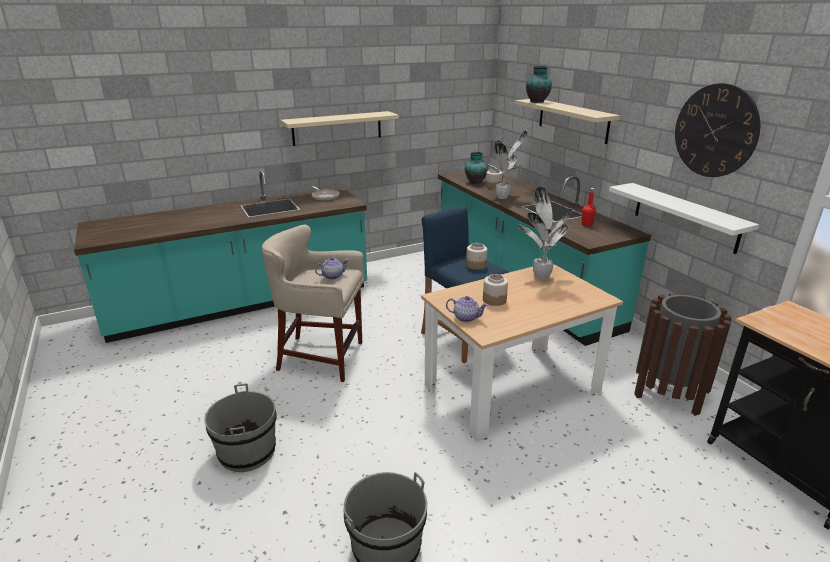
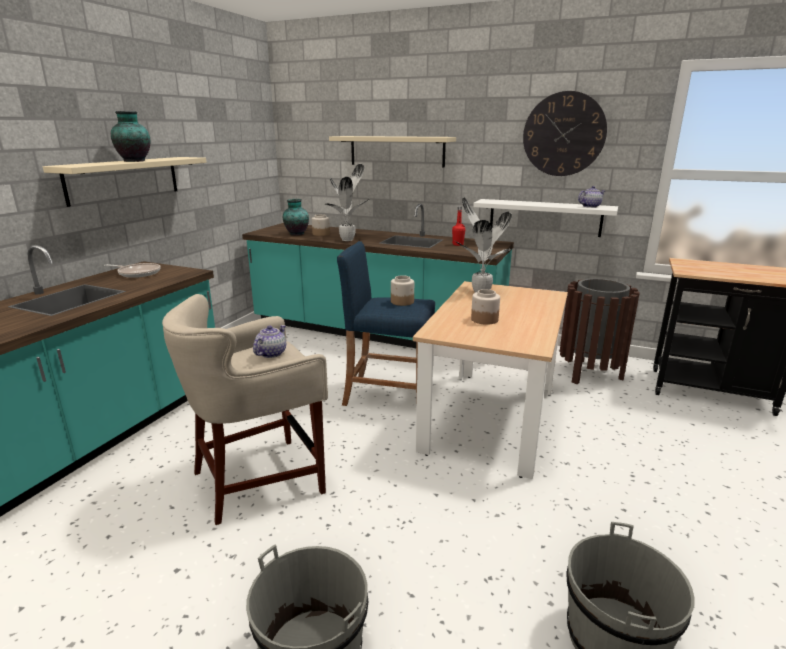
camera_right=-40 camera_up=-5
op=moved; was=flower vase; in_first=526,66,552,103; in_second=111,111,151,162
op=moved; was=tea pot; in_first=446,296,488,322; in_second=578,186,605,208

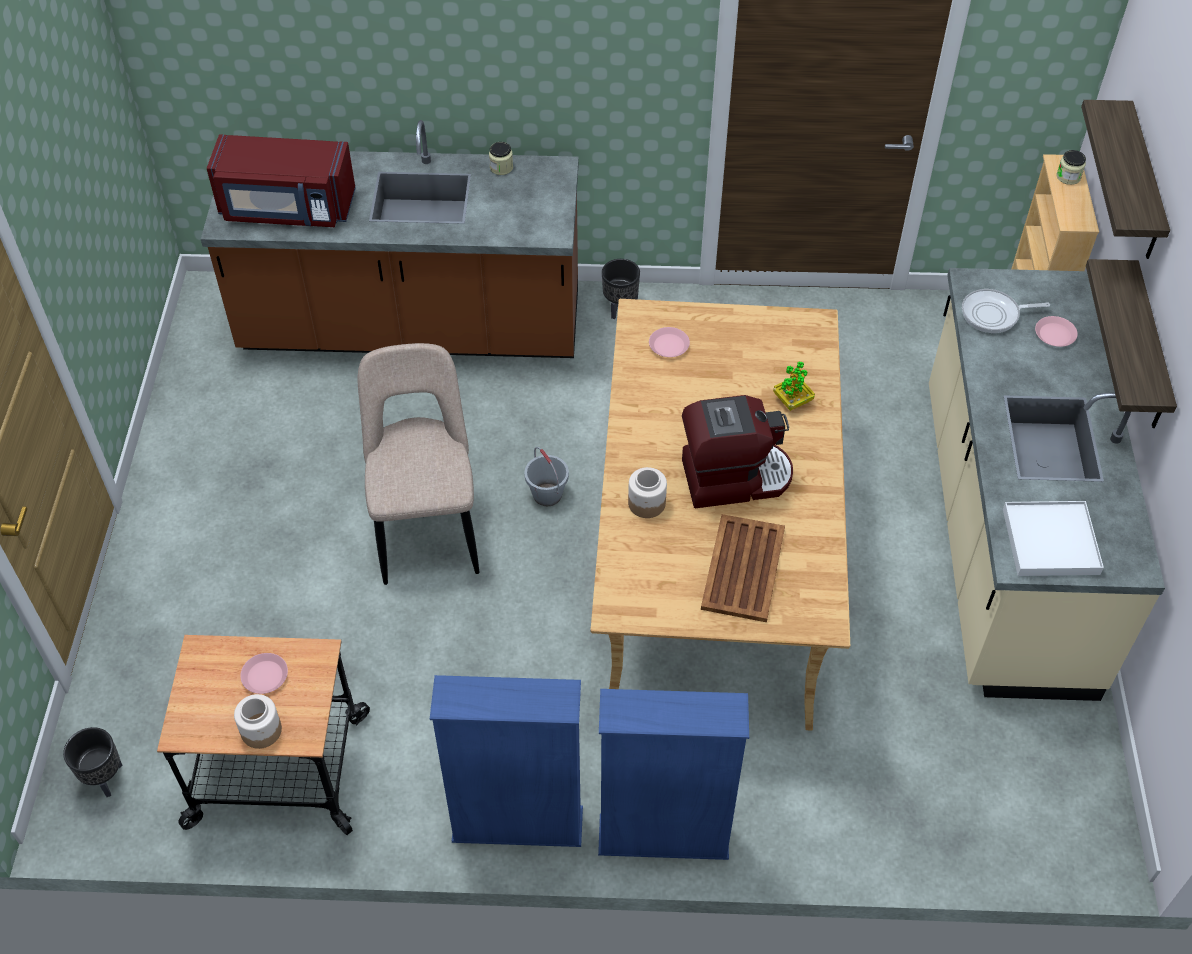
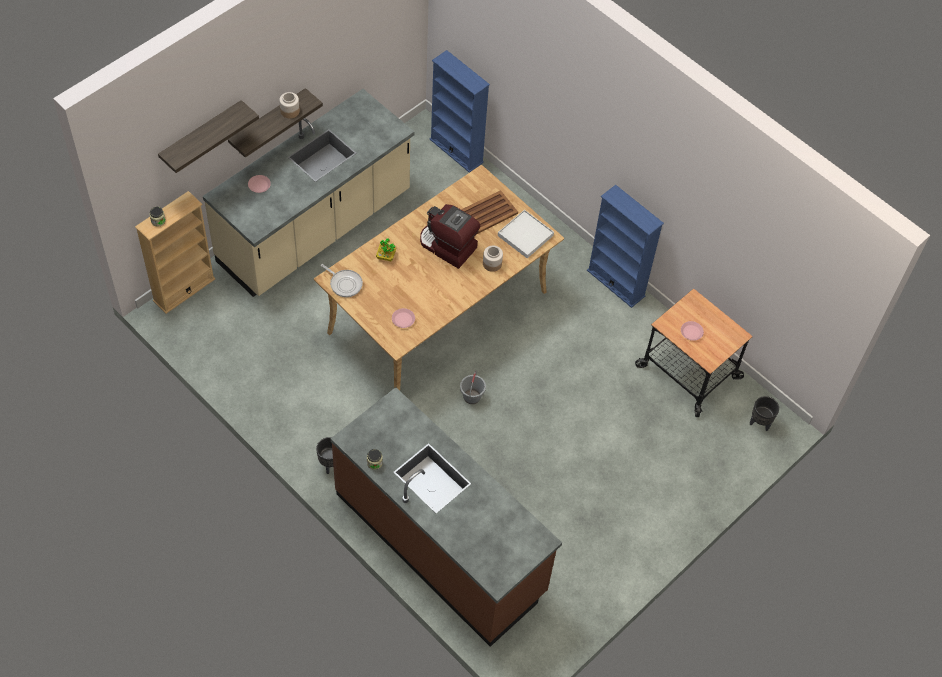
camera_right=-140 camera_up=5
op=moved; was=jar; in_first=234,694,282,749; in_second=279,92,300,118
op=moved; was=frying pan; in_first=962,289,1050,333; in_second=321,264,363,297
op=moved; was=blue bookshelf; in_first=598,689,749,860; in_second=429,50,490,173
op=moved; was=whitish serving tray; in_first=1003,501,1104,576; in_second=498,210,554,258
op=removed; was=reddish microwave oven; in_first=207,134,356,227
op=removed; was=beige-coloured plain chair; in_first=357,343,479,585

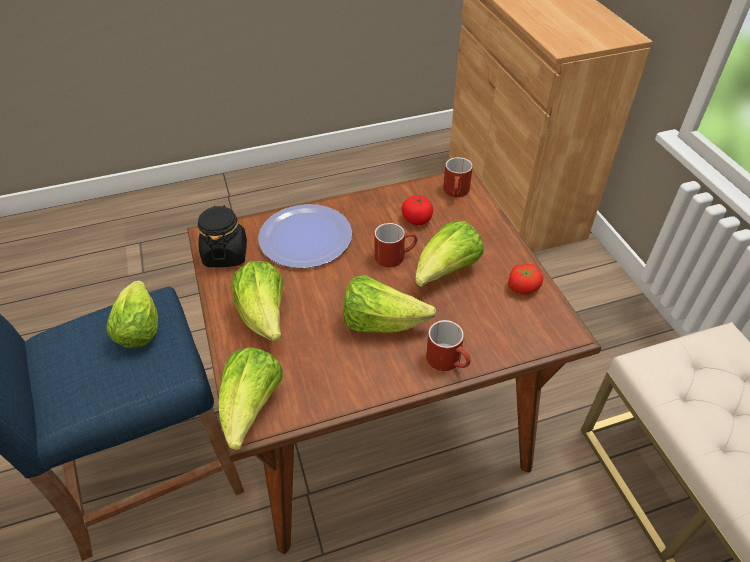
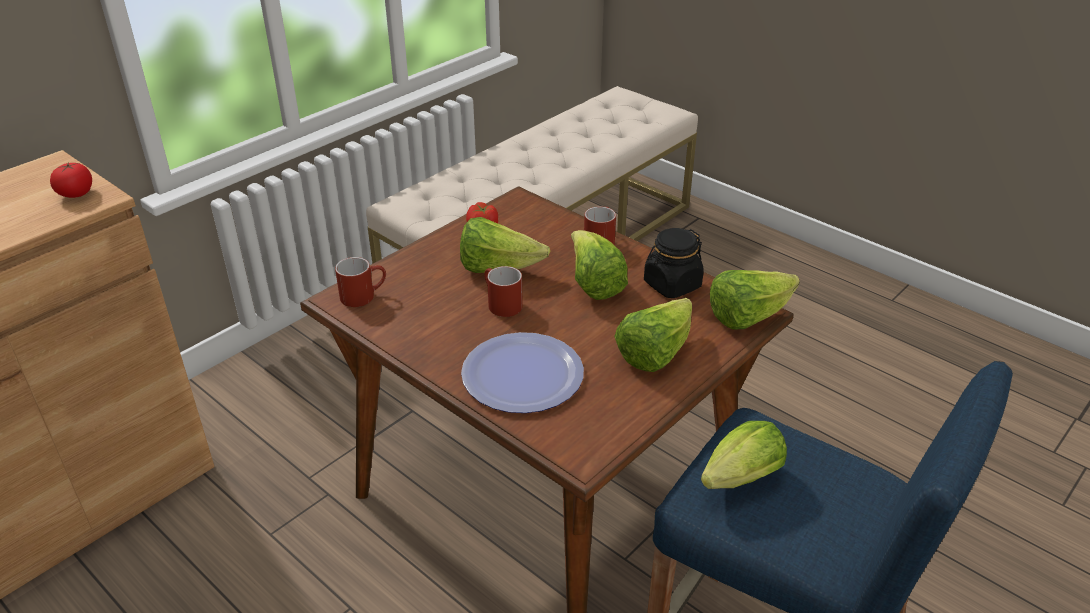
camera_right=-120 camera_up=-10
op=moved; was=tomato; in_first=402,195,433,225; in_second=50,162,92,198
op=moved; was=black jar; in_first=198,205,247,267; in_second=644,228,704,298

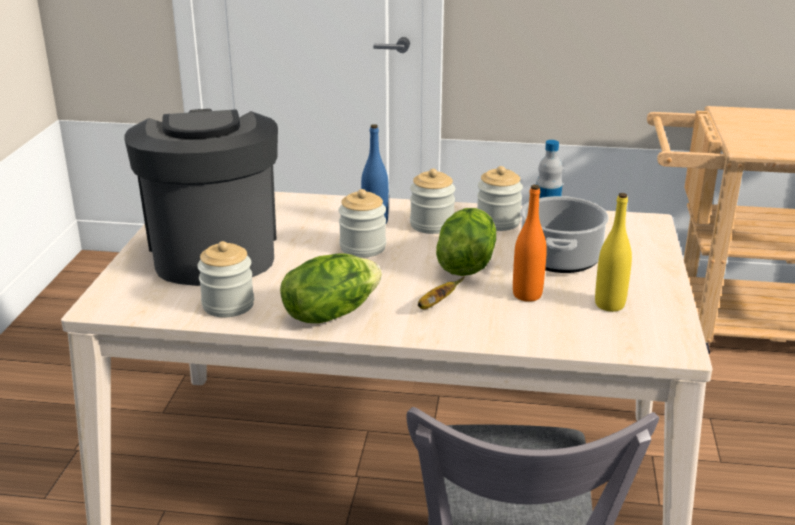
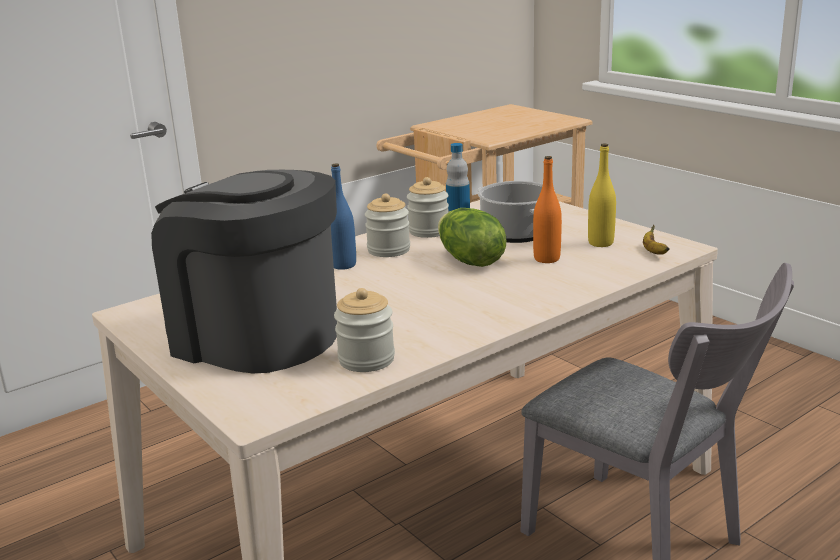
camera_right=-45 camera_up=-5
op=moved; was=banana fruit; in_first=418,277,464,309; in_second=643,224,670,255
op=removed; was=lettuce head; in_first=280,253,382,323
op=removed; was=jar; in_first=338,189,386,257

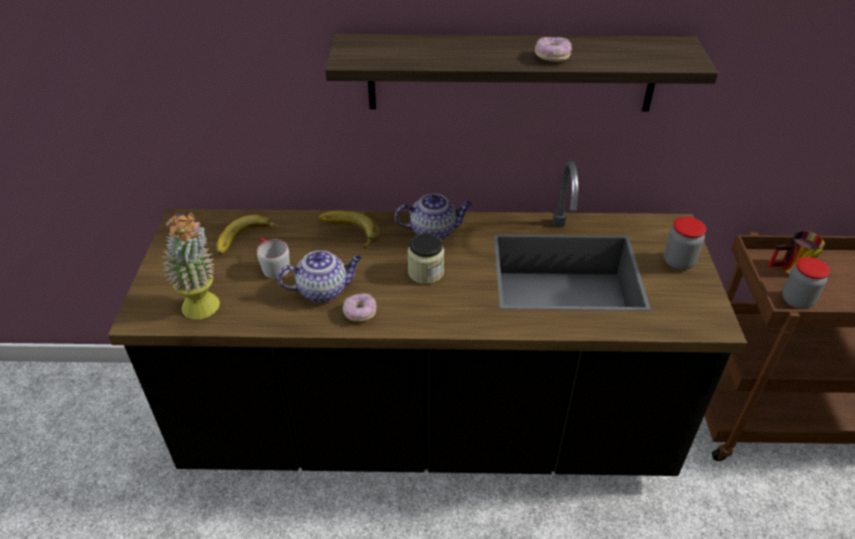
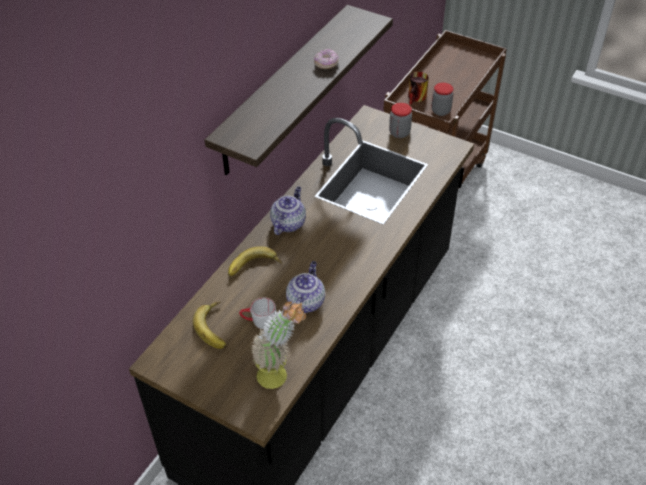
camera_right=-60 camera_up=5
op=removed; was=donut; in_first=343,293,377,322
op=removed; was=jar; in_first=407,233,444,284

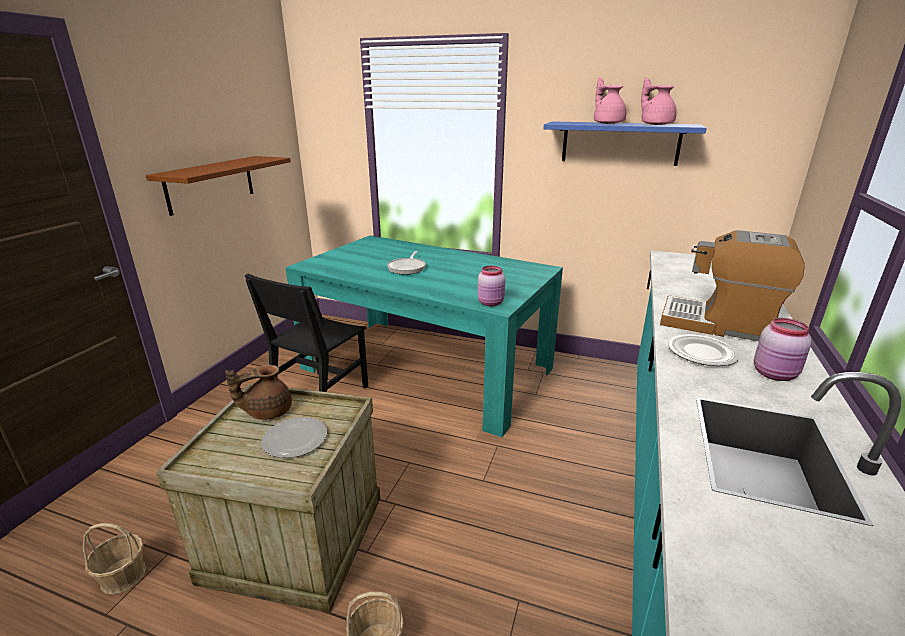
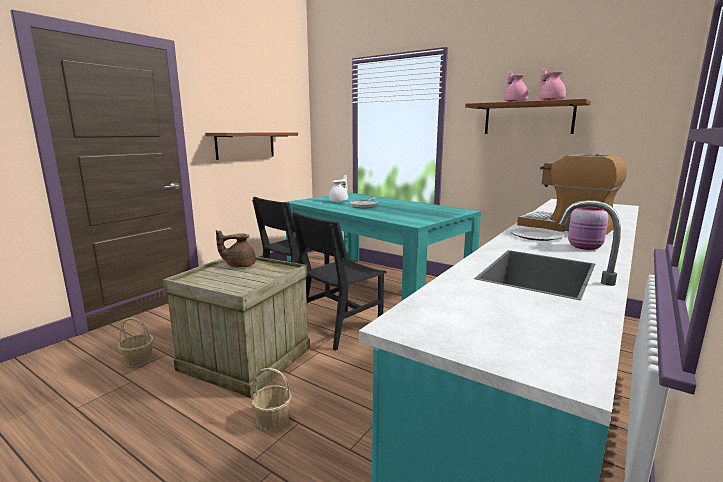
camera_right=15 camera_up=-10
op=added; now=black plain chair; in_second=292,212,386,351
op=added; now=whitish tea pot; in_second=329,175,348,202
op=recoloured; was=blue bracket shelf; now=brown bracket shelf; in_first=543,121,707,166; in_second=465,99,591,134
op=removed; was=plate; in_first=261,417,327,458
op=removed; was=pinkish jar; in_first=477,266,506,306

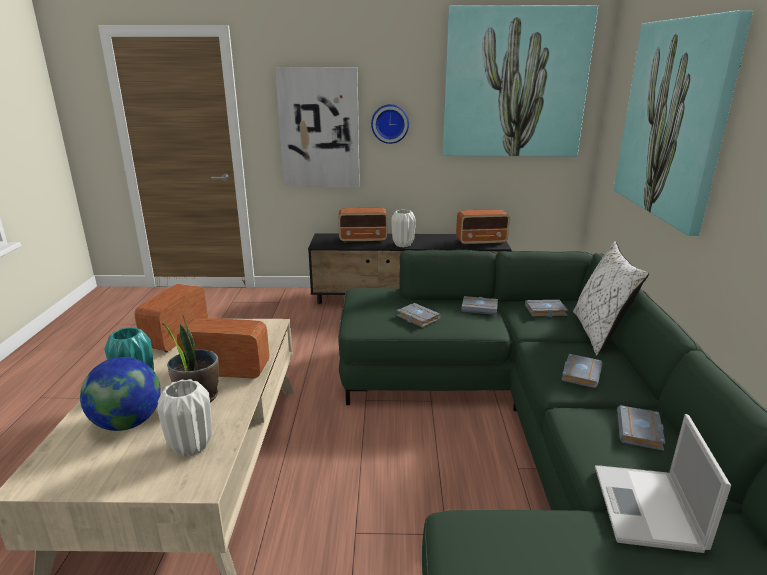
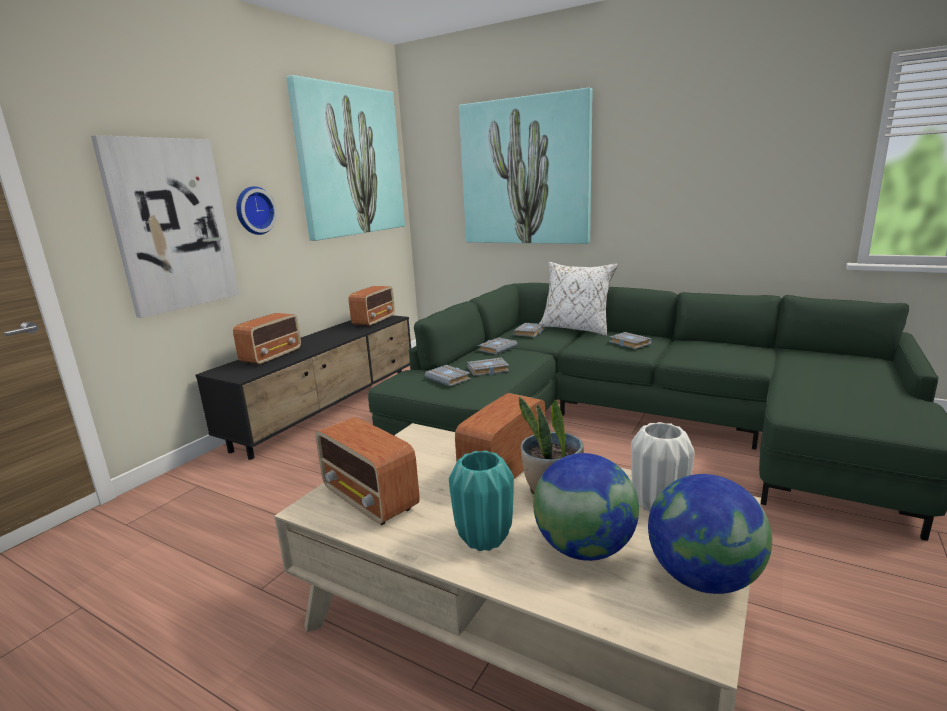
camera_right=-60 camera_up=-5
op=moved; was=gray bound book; in_first=617,405,665,451; in_second=425,365,471,386
op=added; now=globe; in_second=648,474,772,594
op=removed; was=whitish flower vase; in_first=391,210,416,247
op=removed; was=notebook computer; in_first=595,414,731,553

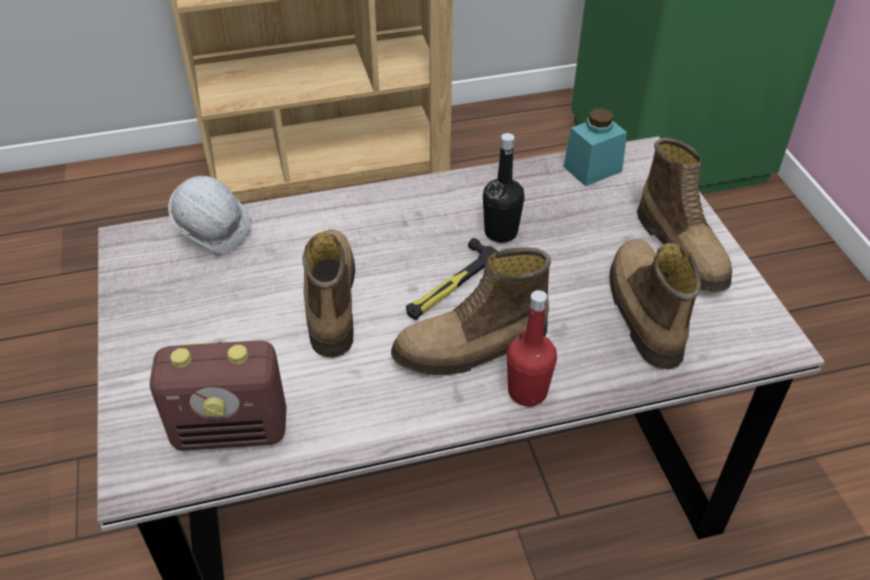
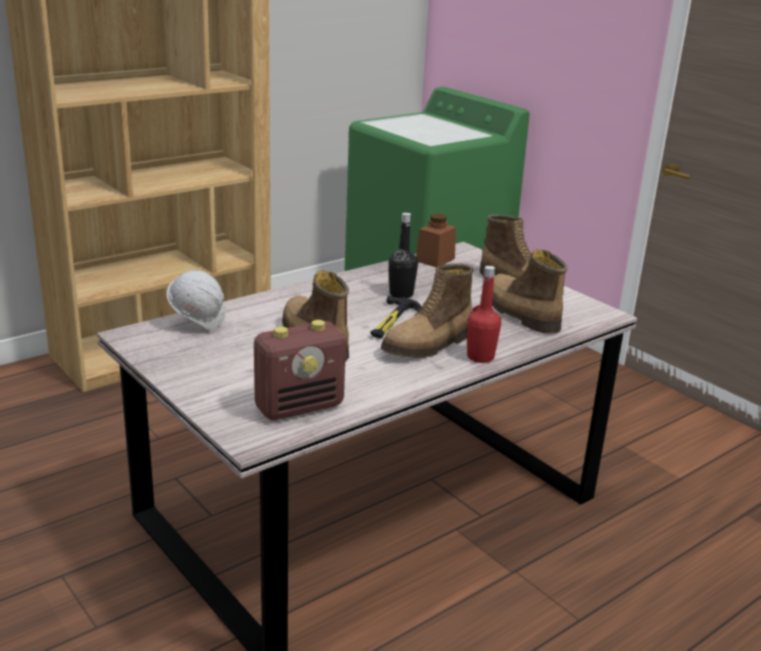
camera_right=-25 camera_up=-20
op=recoloured; was=turquoise jar; now=brown jar; in_first=563,108,627,186; in_second=416,213,456,268

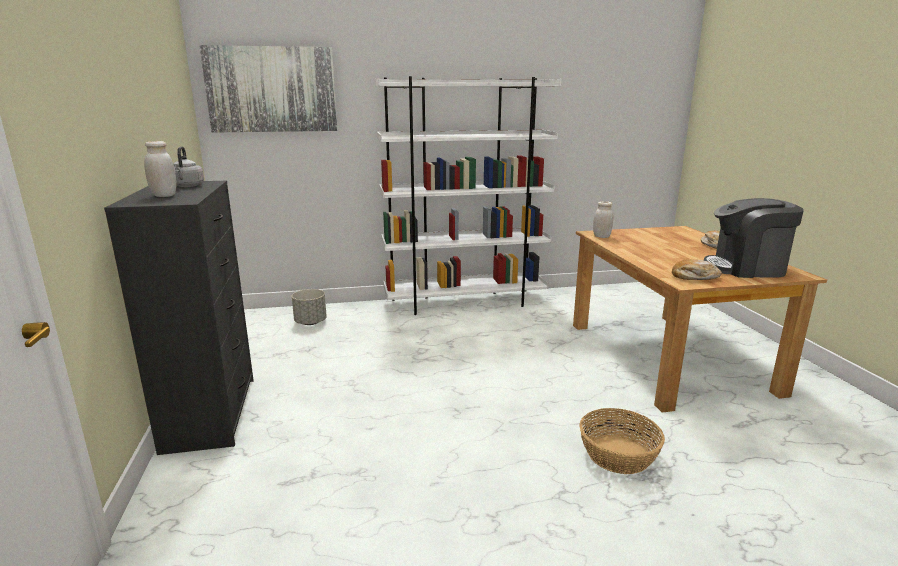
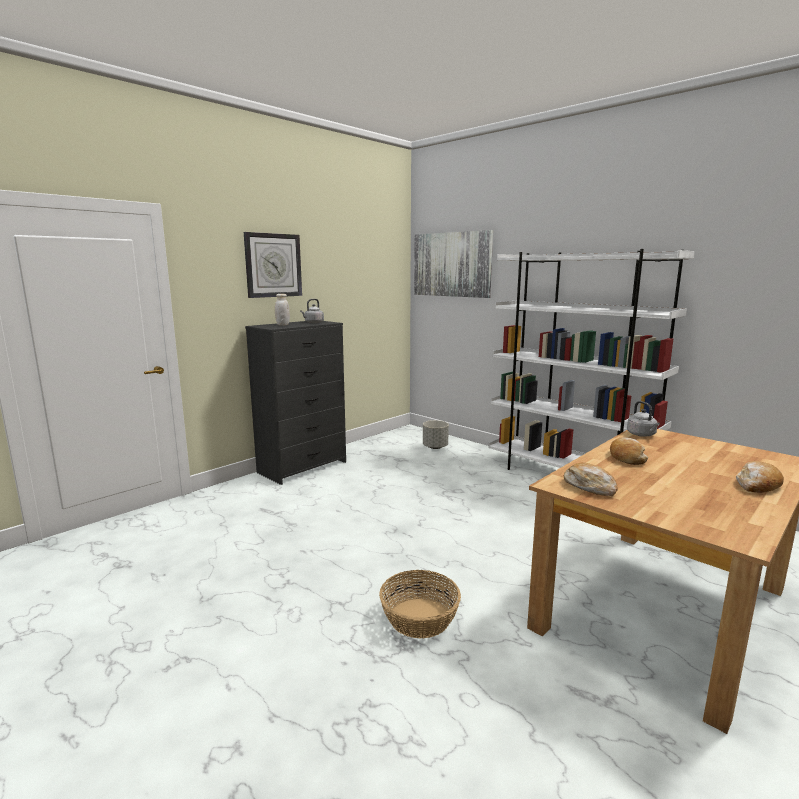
camera_right=55 camera_up=-5
op=added; now=wall clock; in_second=244,232,302,298
op=added; now=bakery bread; in_second=610,437,648,465
op=replaced; was=whitish jar; now=gray kettle; in_first=593,201,613,238; in_second=627,401,660,437
op=removed; was=coffee maker; in_first=704,198,804,278

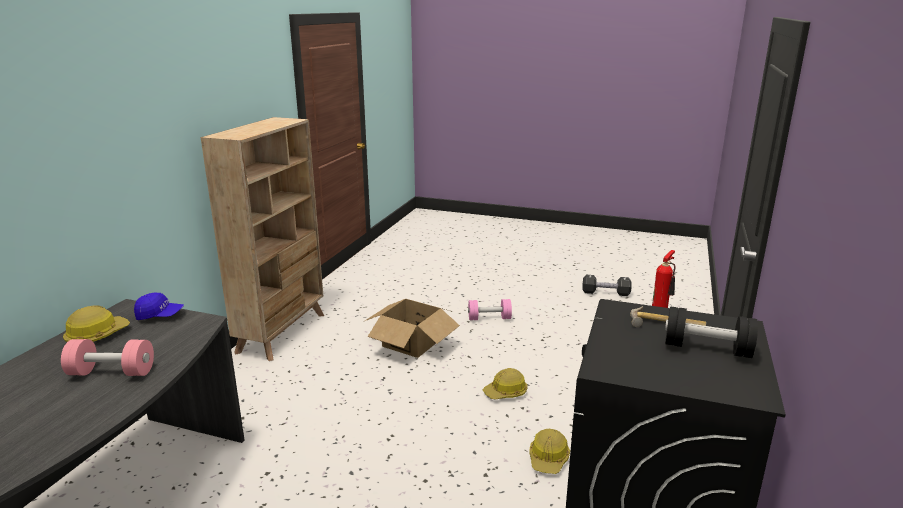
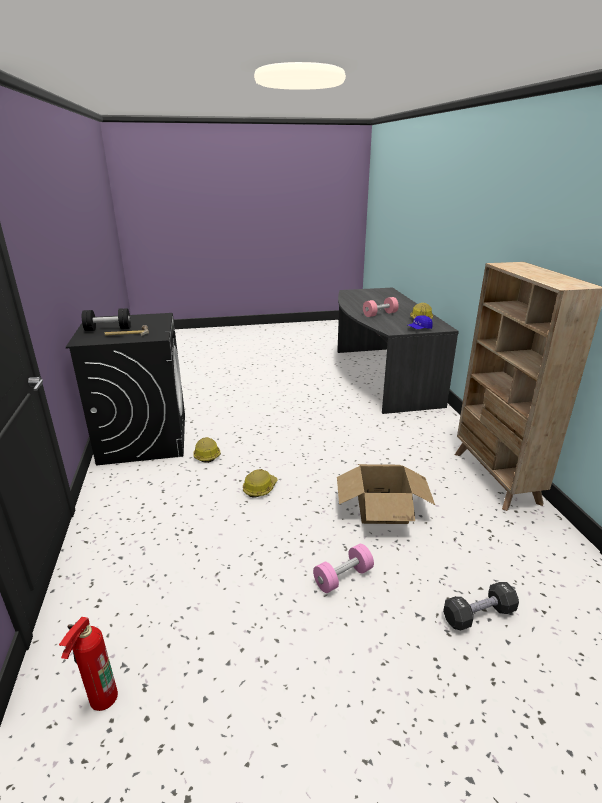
camera_right=150 camera_up=5
op=moved; was=black free weight; in_first=582,275,632,296; in_second=443,582,519,630

